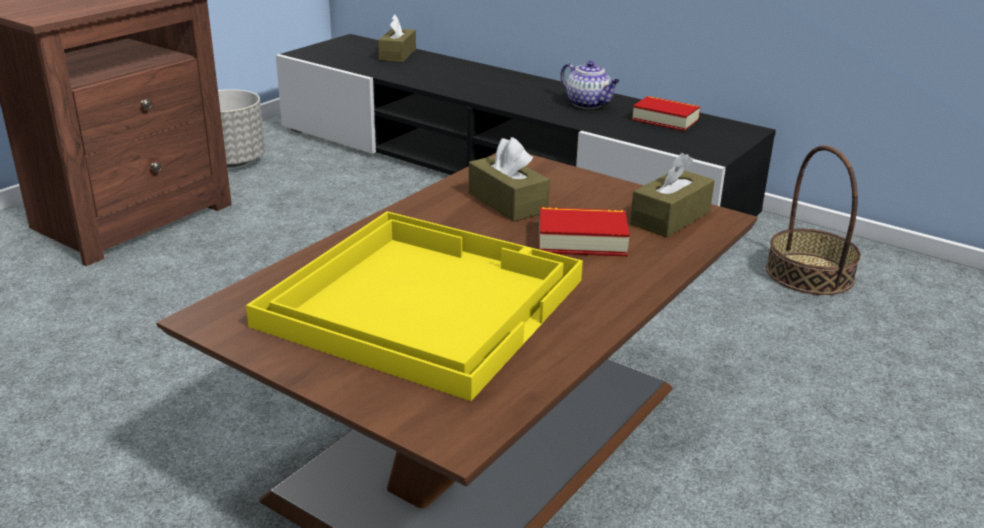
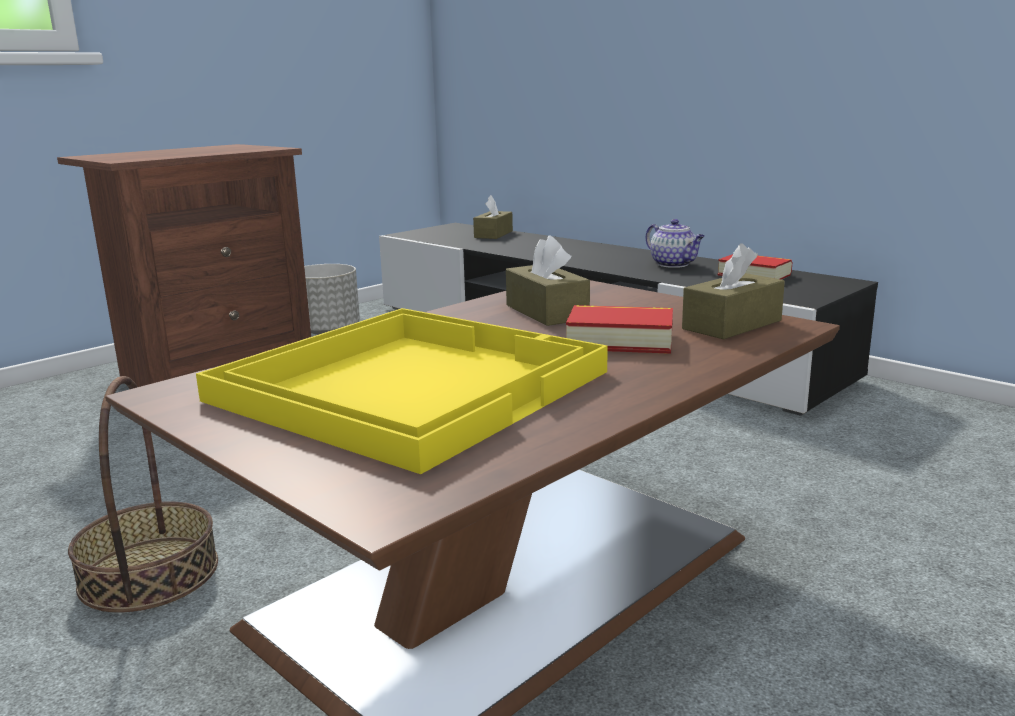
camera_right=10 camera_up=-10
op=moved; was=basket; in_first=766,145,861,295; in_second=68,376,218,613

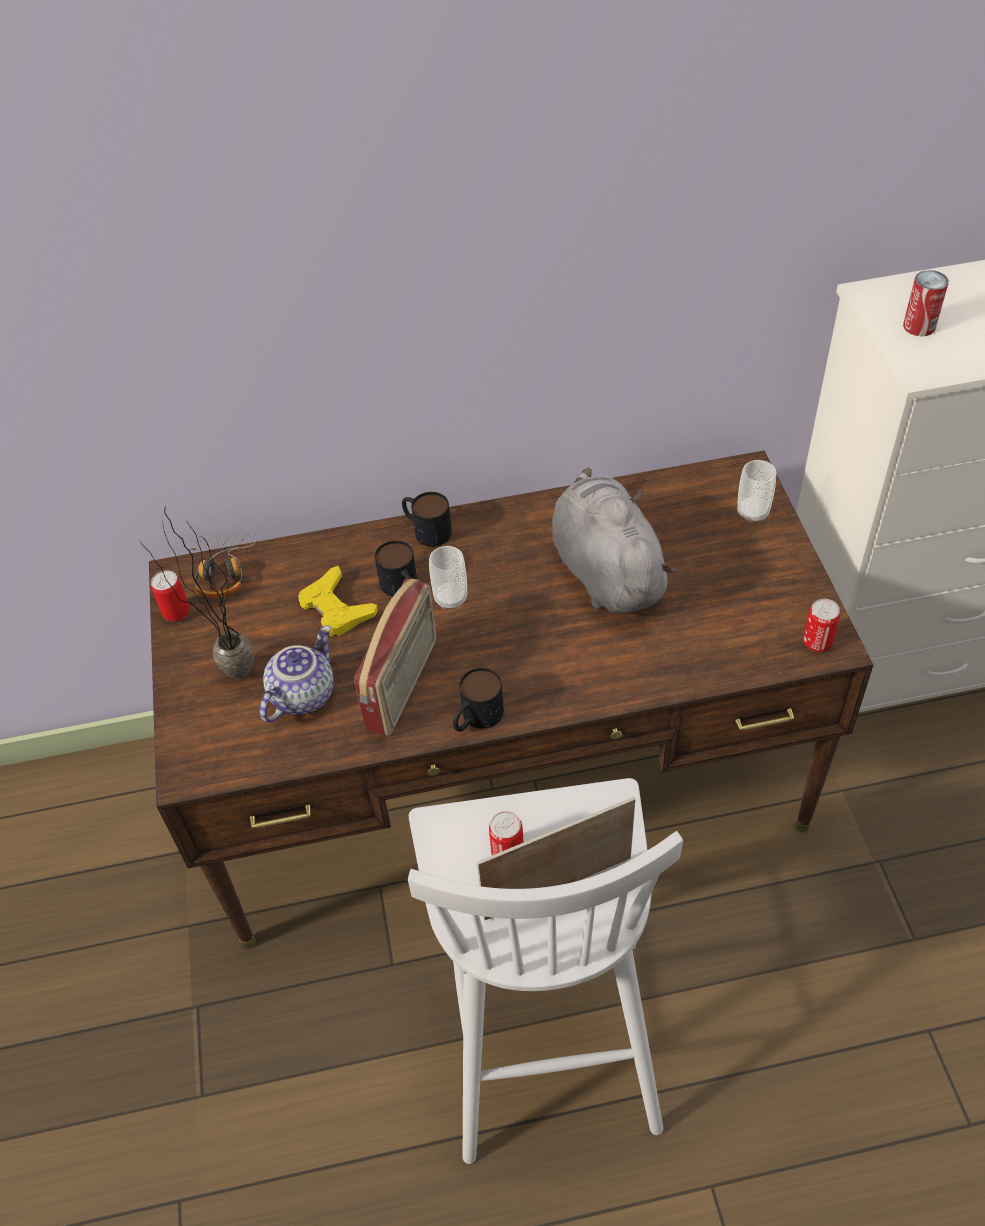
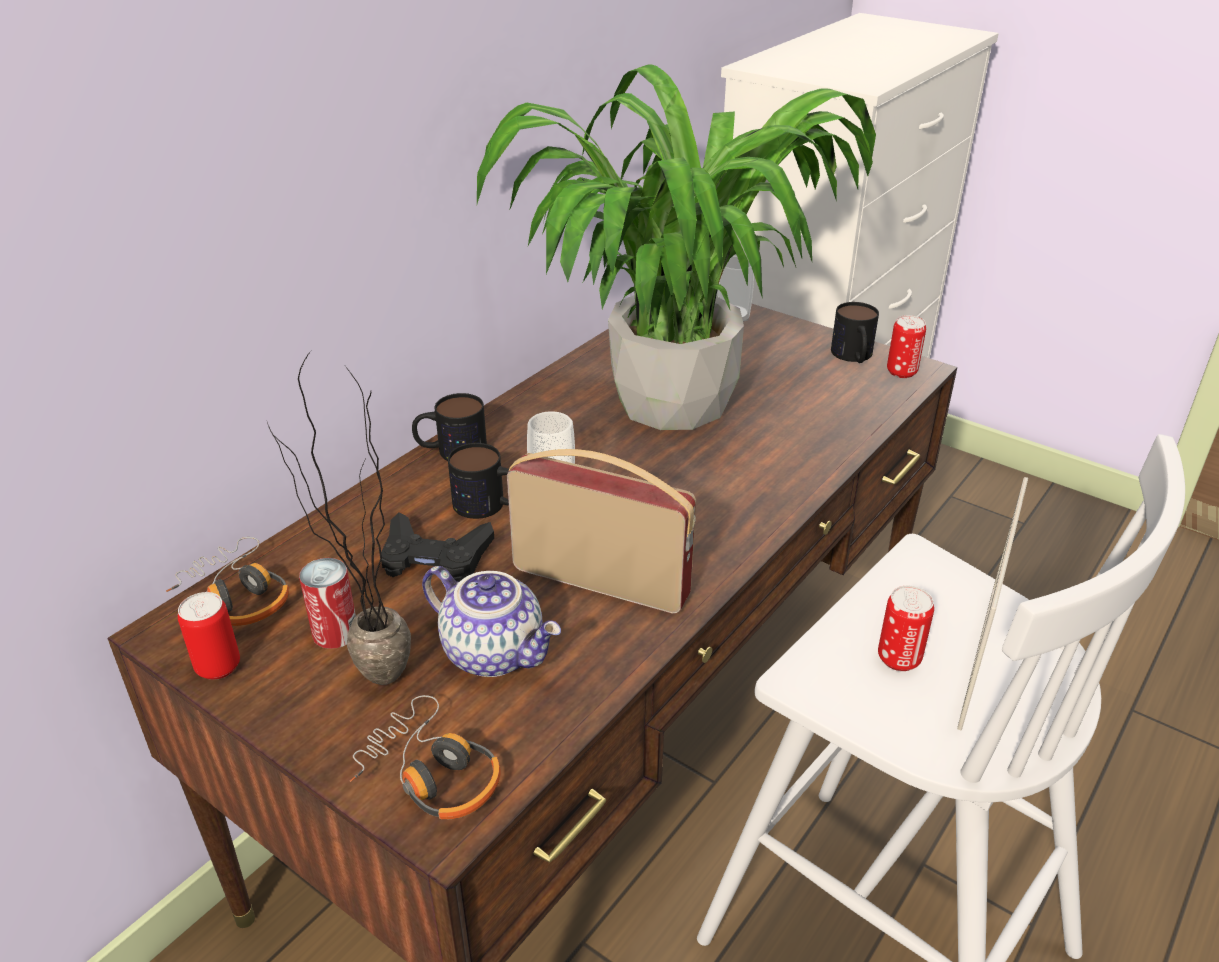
camera_right=-45 camera_up=-15
op=moved; was=sealed can; in_first=903,270,949,336; in_second=299,558,356,649
op=added; now=headset; in_second=350,695,500,820
op=recoloured; was=yellowish game controller; now=black game controller; in_first=298,566,378,637; in_second=381,512,494,582
op=turned; was=tea pot; in_first=260,625,334,723; in_second=422,566,561,677; clockwise=135
op=replaced; was=gray cuddly toy; now=plant in a pot; in_first=552,468,677,614; in_second=477,64,876,430
op=turned; was=radio; in_first=354,578,437,736; in_second=507,449,696,614; clockwise=-45
op=moved; was=coffee mug; in_first=453,668,504,732; in_second=831,302,879,363

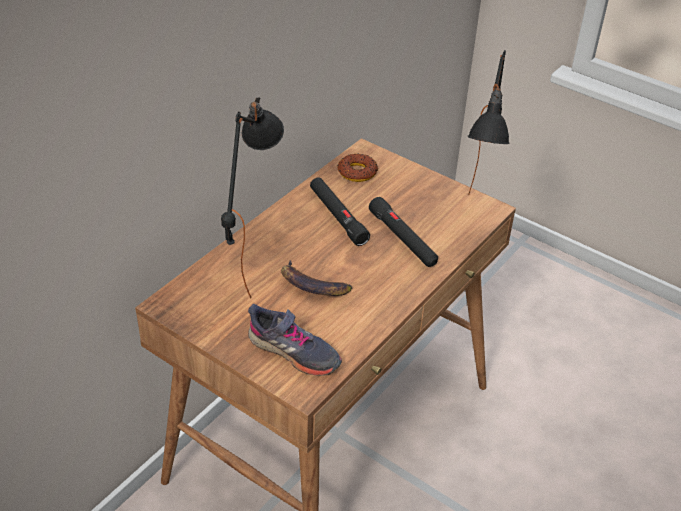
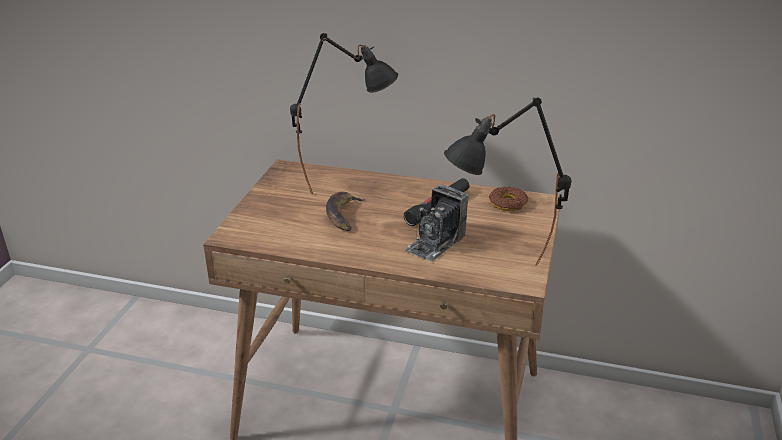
camera_right=70 camera_up=-10
op=replaced; was=black flashlight; now=still camera; in_first=369,197,438,267; in_second=404,185,469,262
op=removed; was=gray low shoe; in_first=248,304,342,376

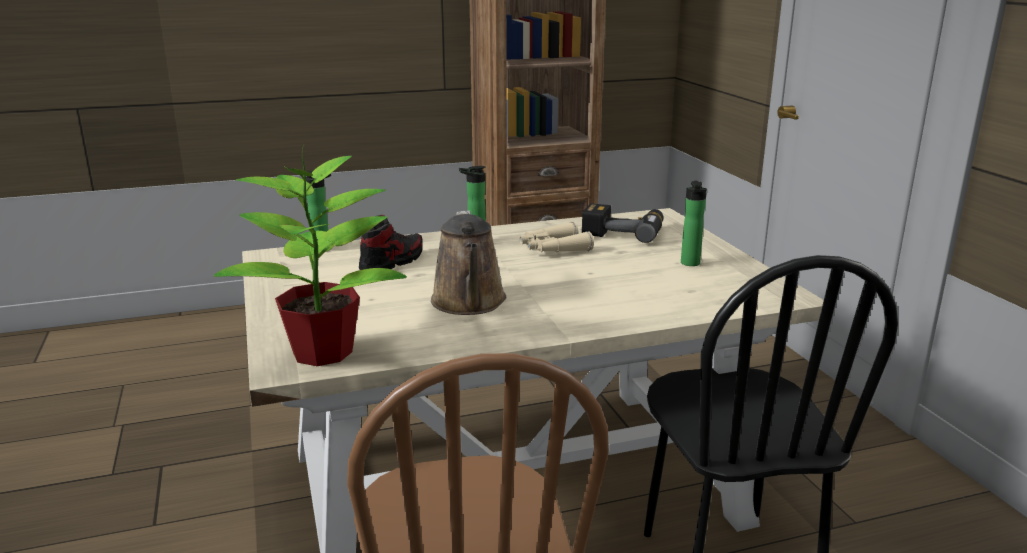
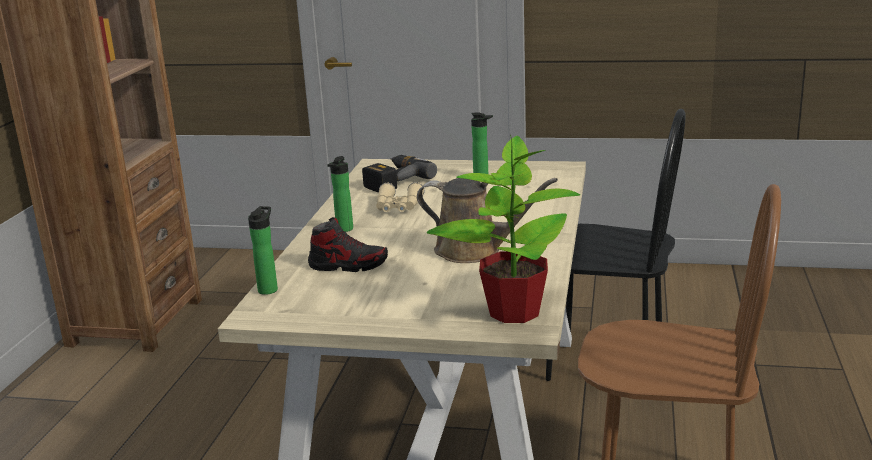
camera_right=-60 camera_up=0
op=turned; was=low shoe; in_first=359,215,423,270; in_second=308,217,388,272; clockwise=120

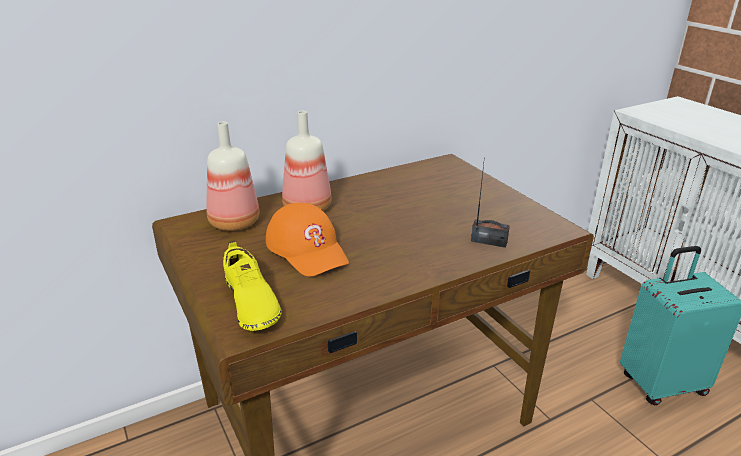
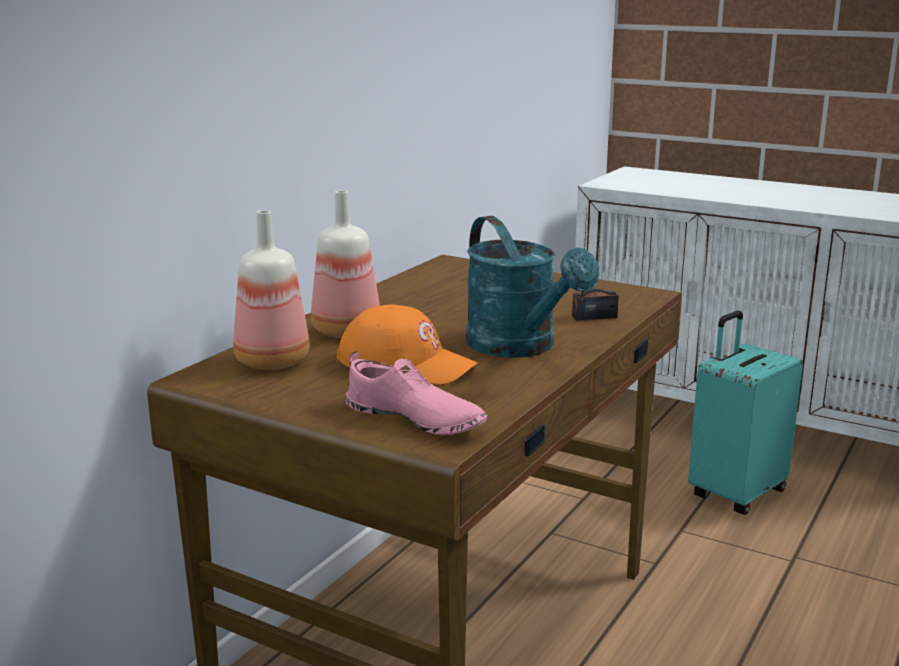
camera_right=-30 camera_up=-10
op=recoloured; was=yellowish low shoe; now=pinkish low shoe; in_first=223,241,282,331; in_second=346,351,487,435
op=added; now=turquoise watering pot; in_second=466,216,600,358

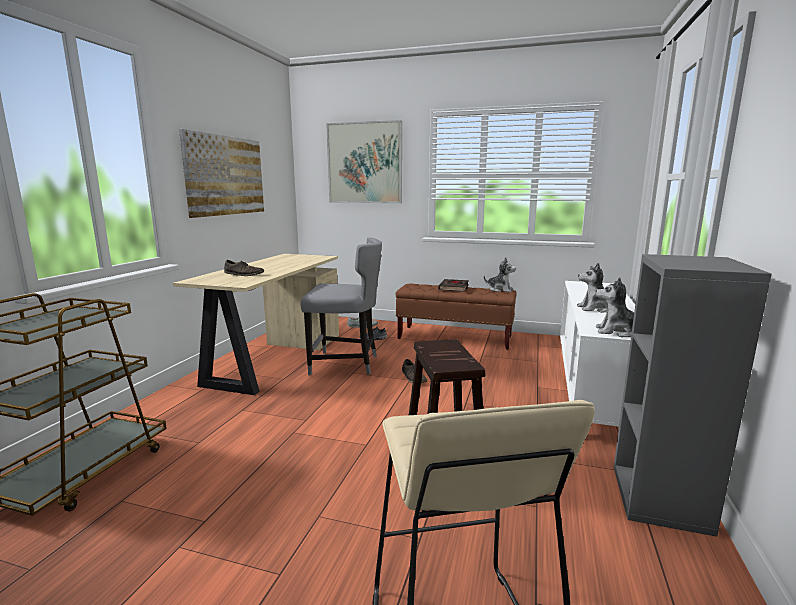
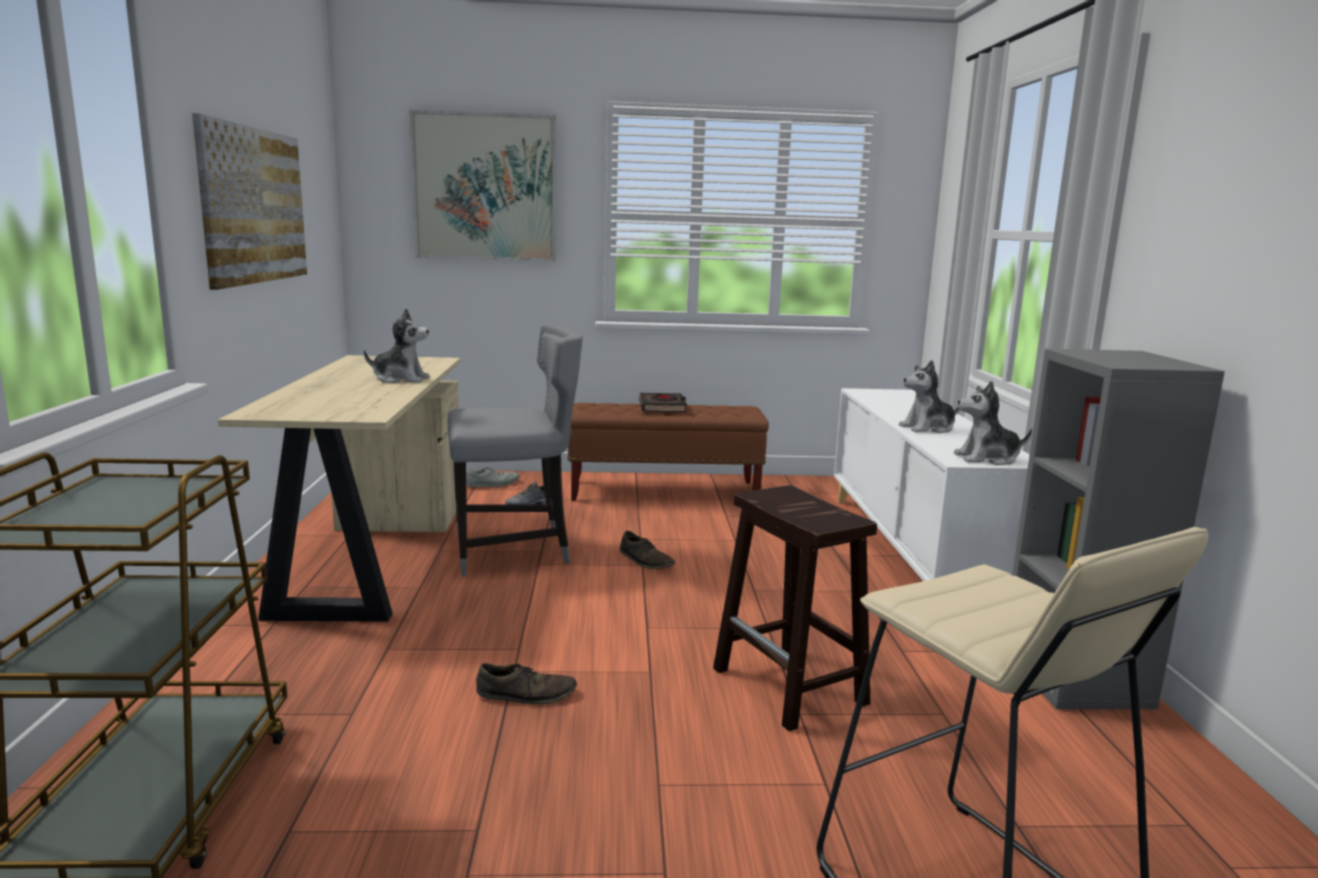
camera_right=-20 camera_up=0
op=moved; was=cuddly toy; in_first=484,257,516,292; in_second=364,308,430,383
op=moved; was=brown low shoe; in_first=224,260,264,276; in_second=476,663,577,704

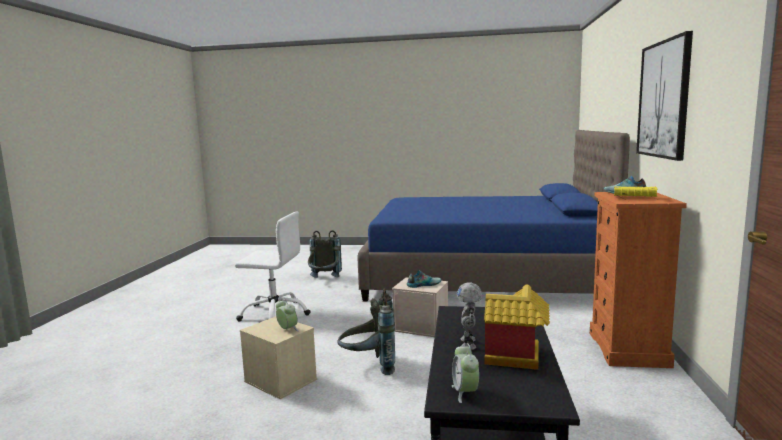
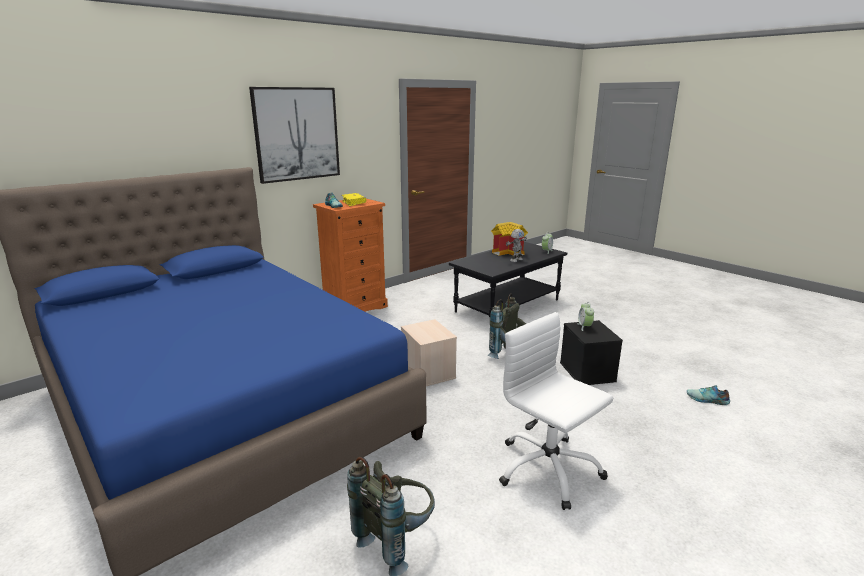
camera_right=-140 camera_up=10
op=recoloured; was=beige-coloured storage bin; now=black storage bin; in_first=240,316,317,399; in_second=560,320,623,385
op=moved; was=low shoe; in_first=407,270,441,288; in_second=687,385,730,405

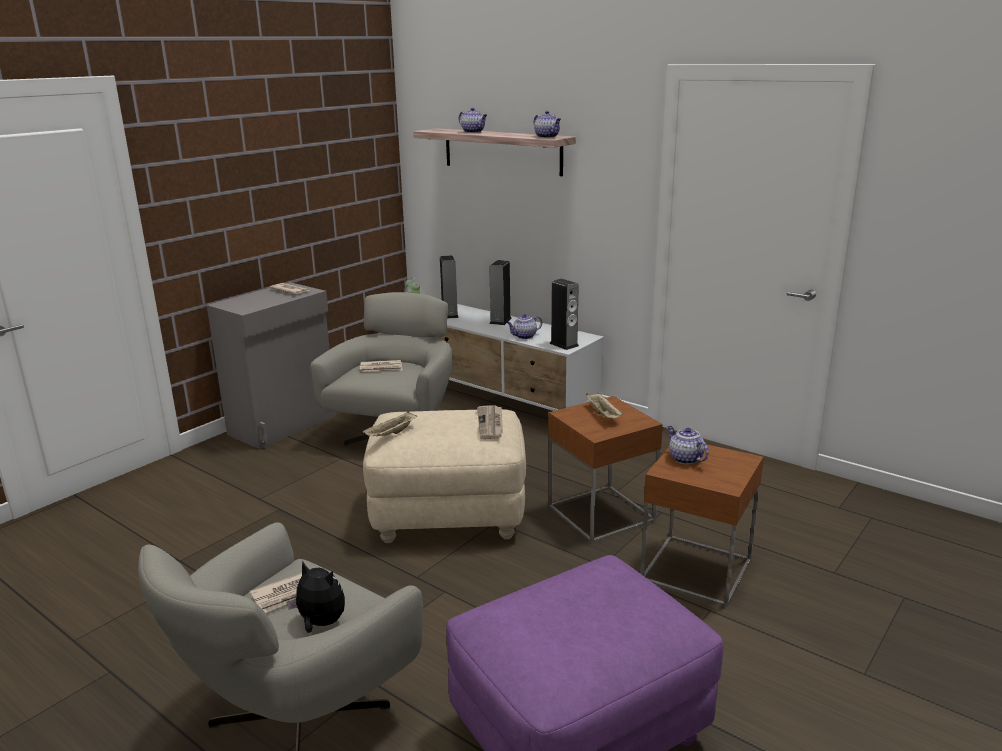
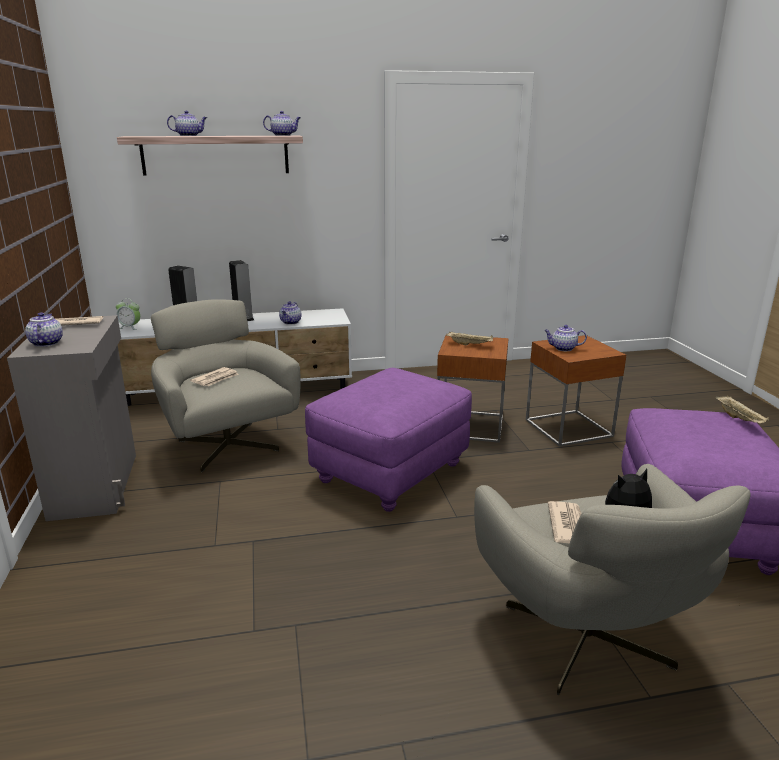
camera_right=-50 camera_up=0
op=added; now=tea pot; in_second=25,312,63,347
op=recoloured; was=beige-coloured footrest; now=purple footrest; in_first=363,409,526,543; in_second=305,368,472,512
op=moved; was=beige-coloured serving tray; in_first=363,411,417,437; in_second=715,395,769,423
op=removed; was=daily paper; in_first=477,406,503,439
op=removed; was=speaker; in_first=550,279,579,350

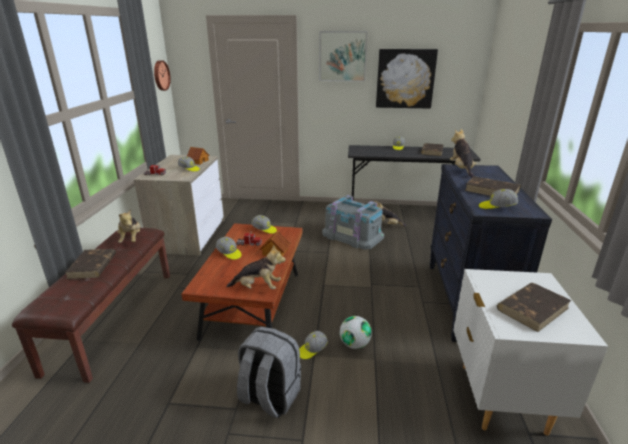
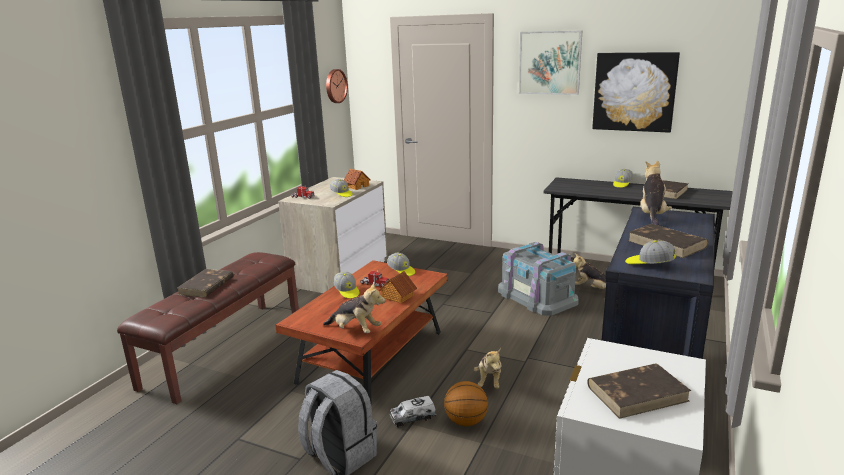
camera_right=20 camera_up=-5
op=replaced; was=peaked cap; now=toy lorry; in_first=299,331,328,359; in_second=390,396,436,428
op=replaced; was=football ball; now=ball for basketball; in_first=340,316,372,349; in_second=444,381,488,426
op=moved; was=cuddly toy; in_first=117,209,140,243; in_second=474,348,501,389

